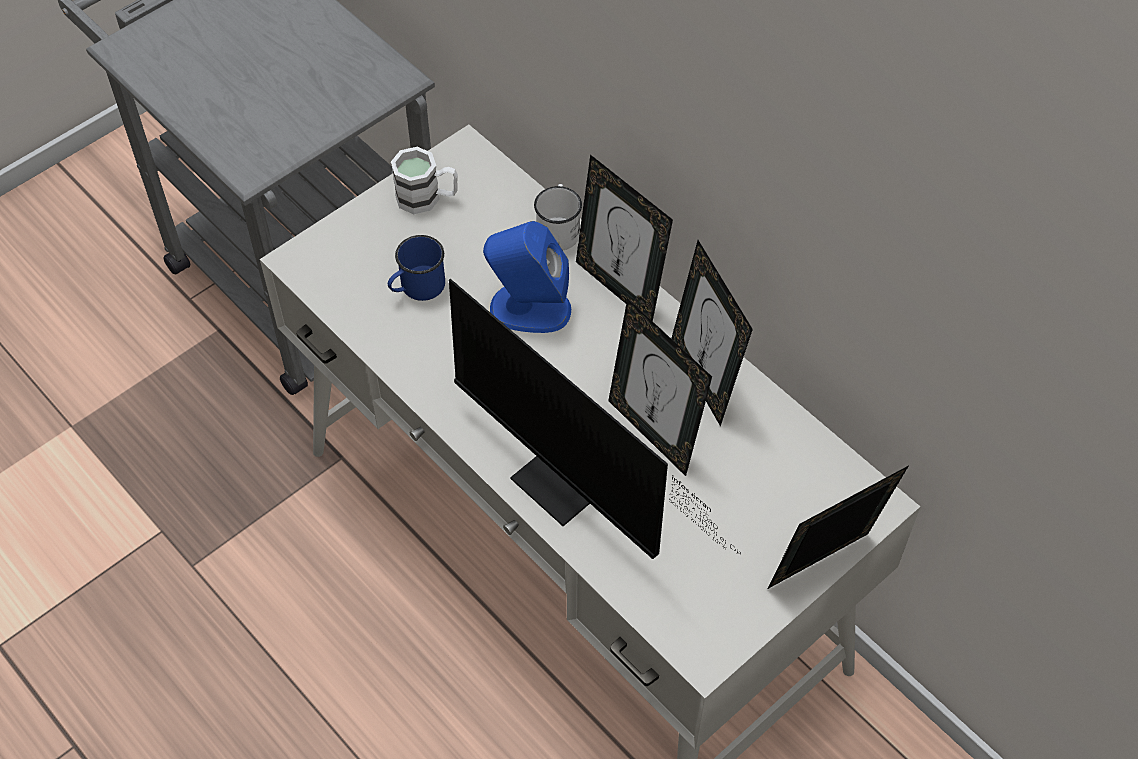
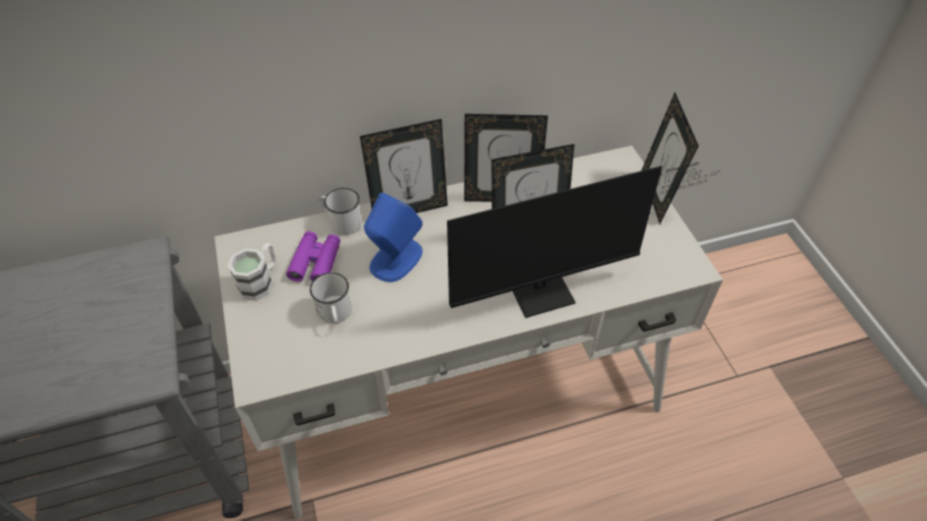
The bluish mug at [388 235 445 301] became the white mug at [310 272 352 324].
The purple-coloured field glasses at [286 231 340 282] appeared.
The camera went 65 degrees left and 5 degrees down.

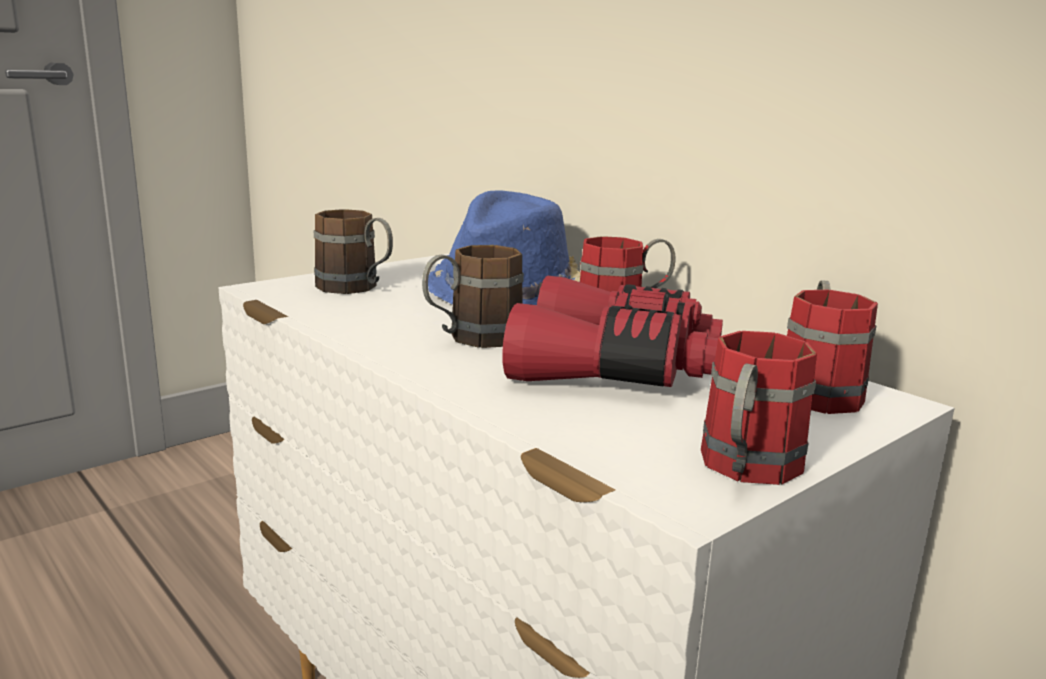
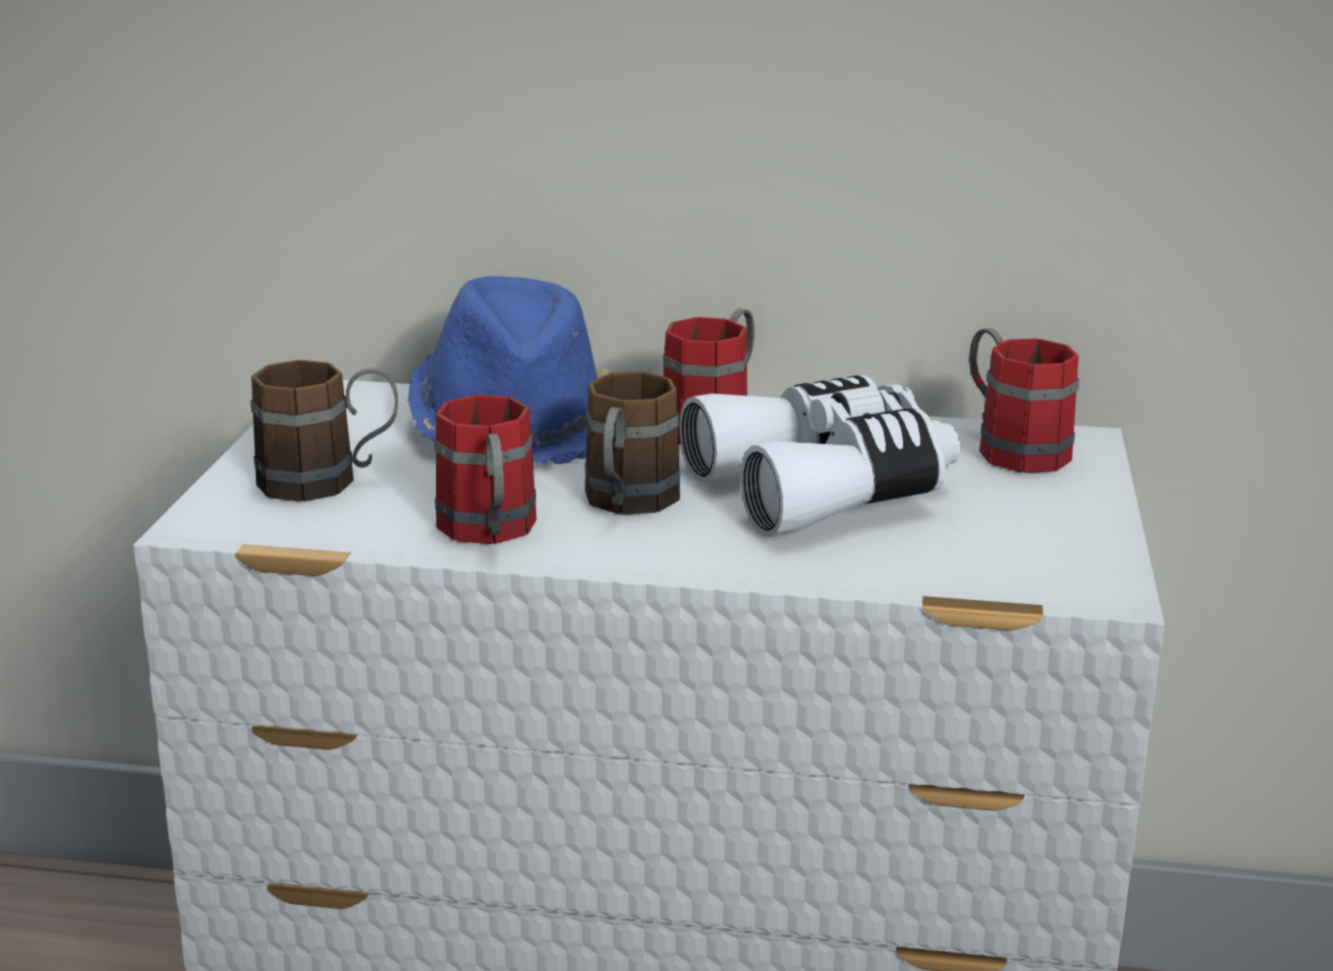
The red field glasses at [502 276 723 387] became the white field glasses at [679 375 960 537].
The red mug moved from [701 331 817 485] to [434 395 537 544].
The camera went 40 degrees left and 5 degrees up.

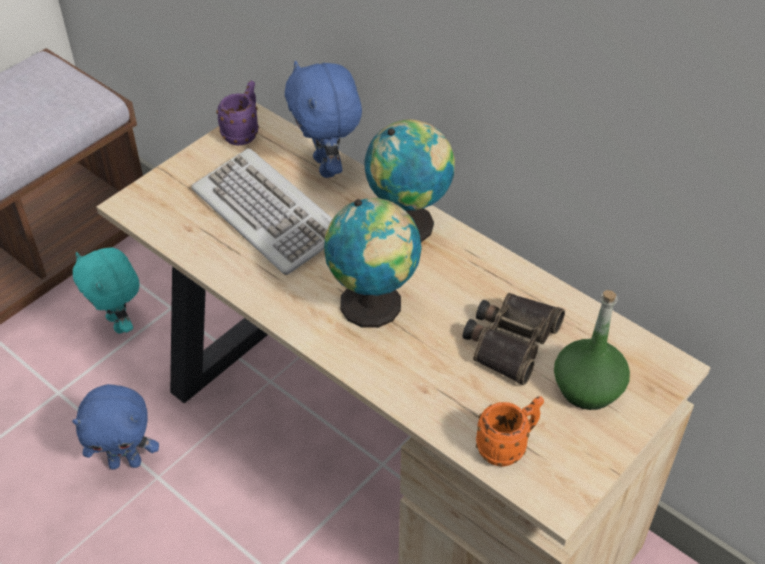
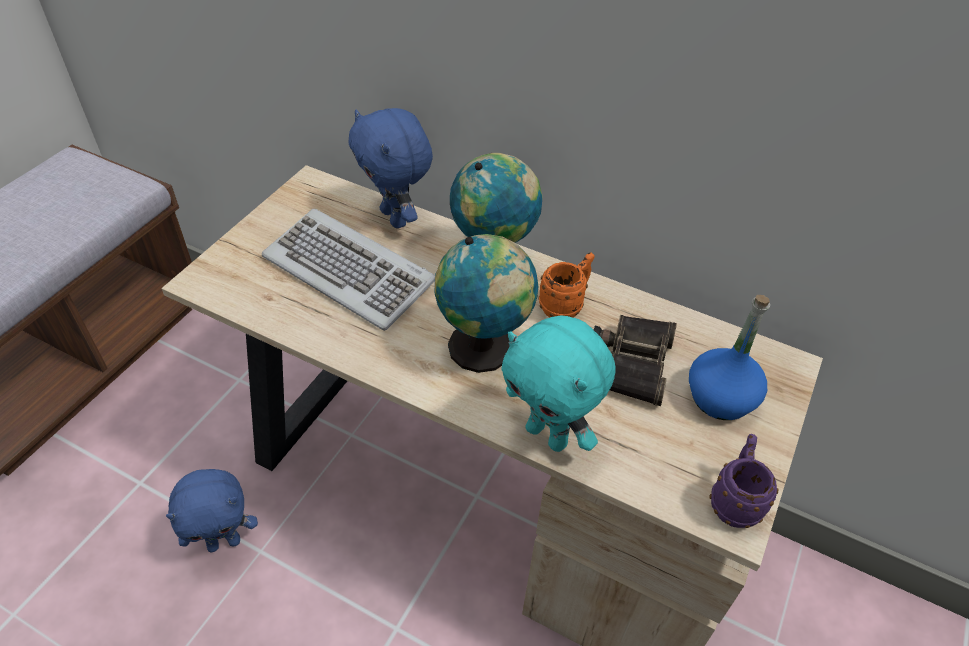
The turquoise-coloured soft toy moved from [73 248 139 334] to [501 316 616 452].
The purple-coloured mug moved from [216 81 259 146] to [709 434 778 528].
The orangey mug moved from [476 396 544 467] to [539 252 595 318].
The green drink bottle at [554 290 630 410] became the bluish drink bottle at [689 295 770 420].
The camera went 15 degrees left and 0 degrees up.

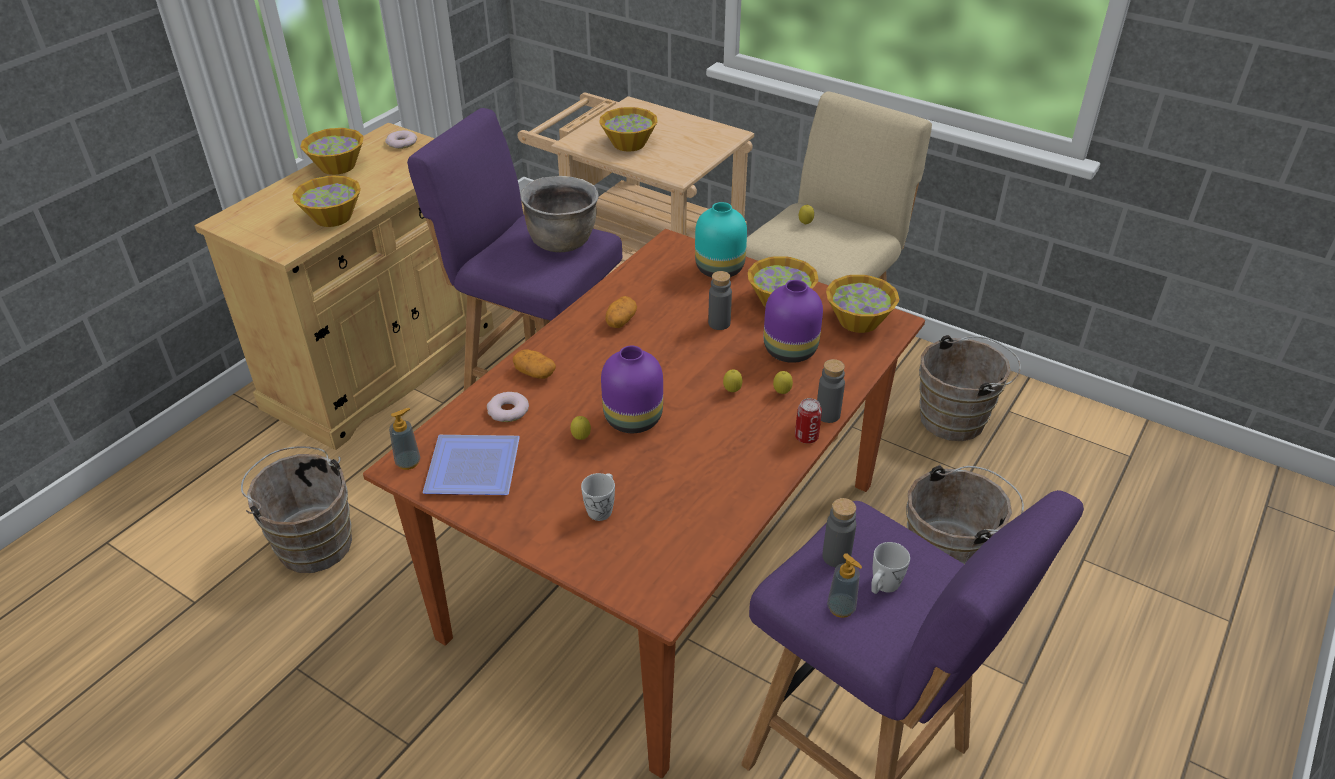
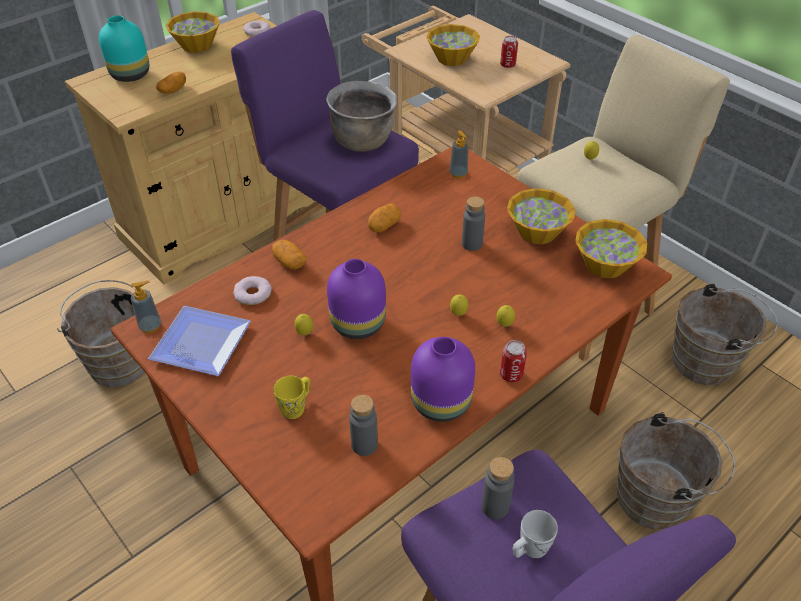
The deep dish at [292 175 361 227] was replaced by the spud at [156 71 186 94].
The white mug at [581 473 615 521] became the yellow mug at [273 376 310 419].
The turquoise-coloured decorative vase moved from [695 202 747 277] to [99 15 149 82].
The purple-coloured decorative vase moved from [764 280 823 363] to [411 337 475 422].
The greyish drink bottle moved from [817 359 845 423] to [349 395 378 456].
The soap dispenser moved from [827 553 862 618] to [449 130 468 178].
The metal can at [500 36 518 68] appeared.
The camera went 15 degrees right and 5 degrees up.

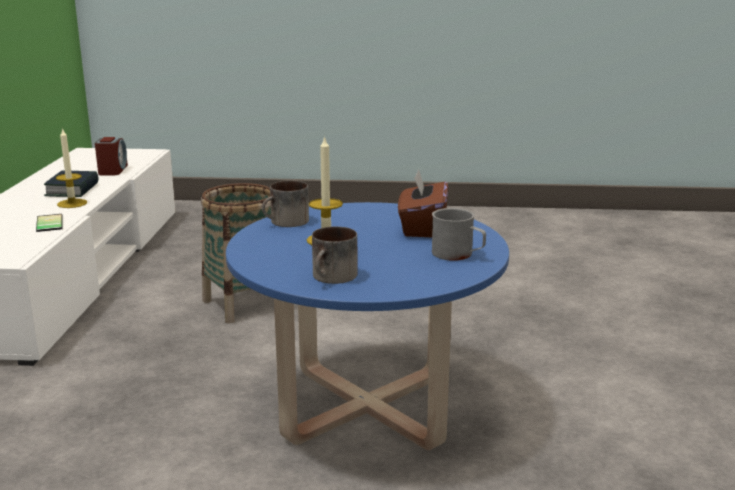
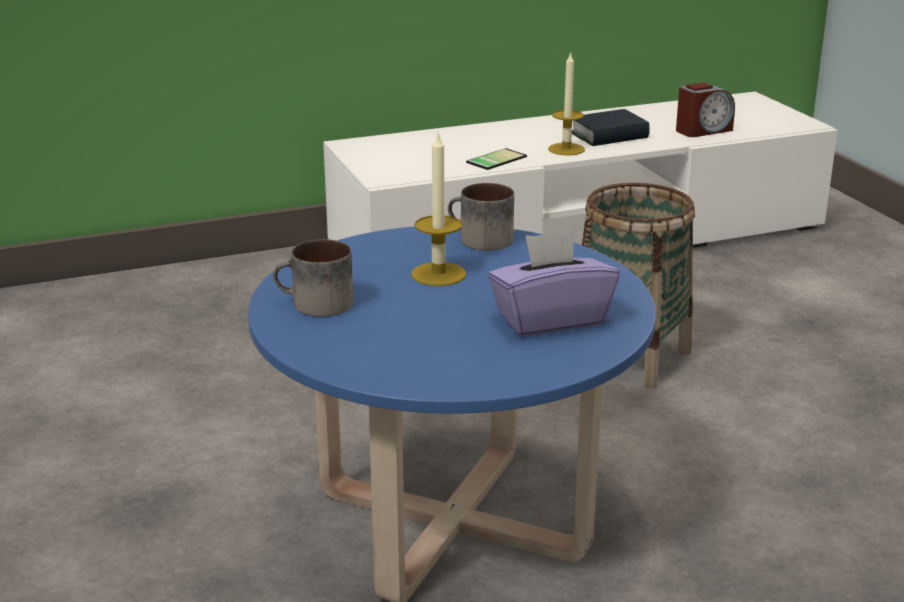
The brown-coloured tissue box at [398 169 449 237] became the purple-coloured tissue box at [488 230 620 336].
The greyish mug at [432 208 486 261] disappeared.
The camera went 65 degrees right and 5 degrees up.

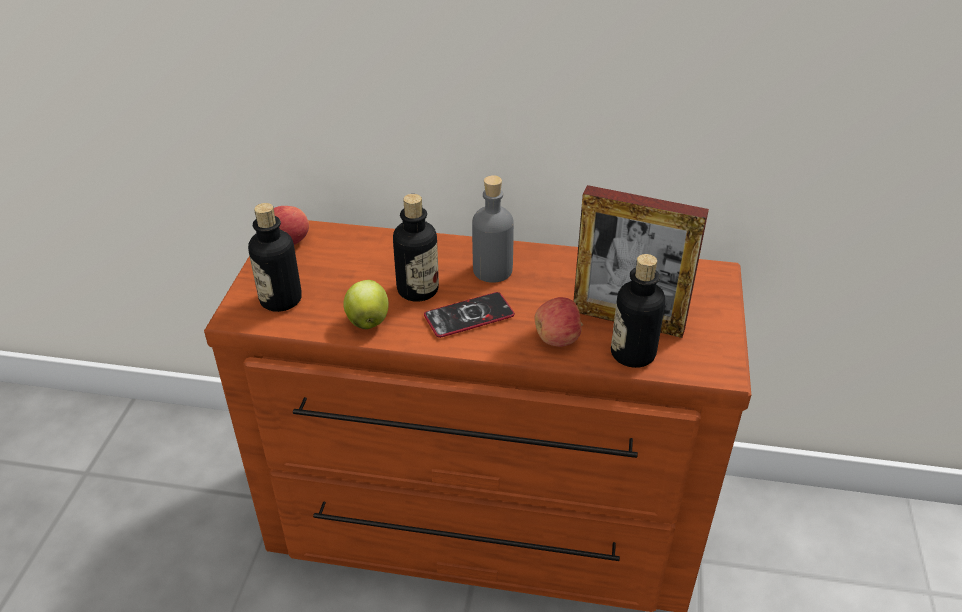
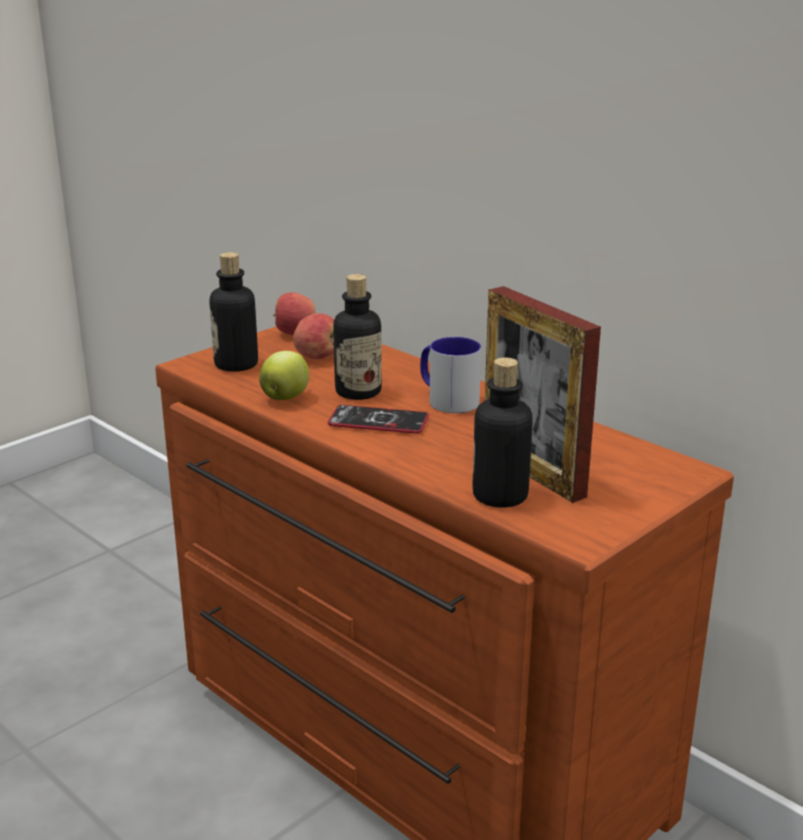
The greyish drink bottle at [472 175 514 283] was replaced by the mug at [420 337 481 413].
The whole apple moved from [534 297 583 347] to [293 313 334 359].
The camera went 35 degrees right and 15 degrees down.

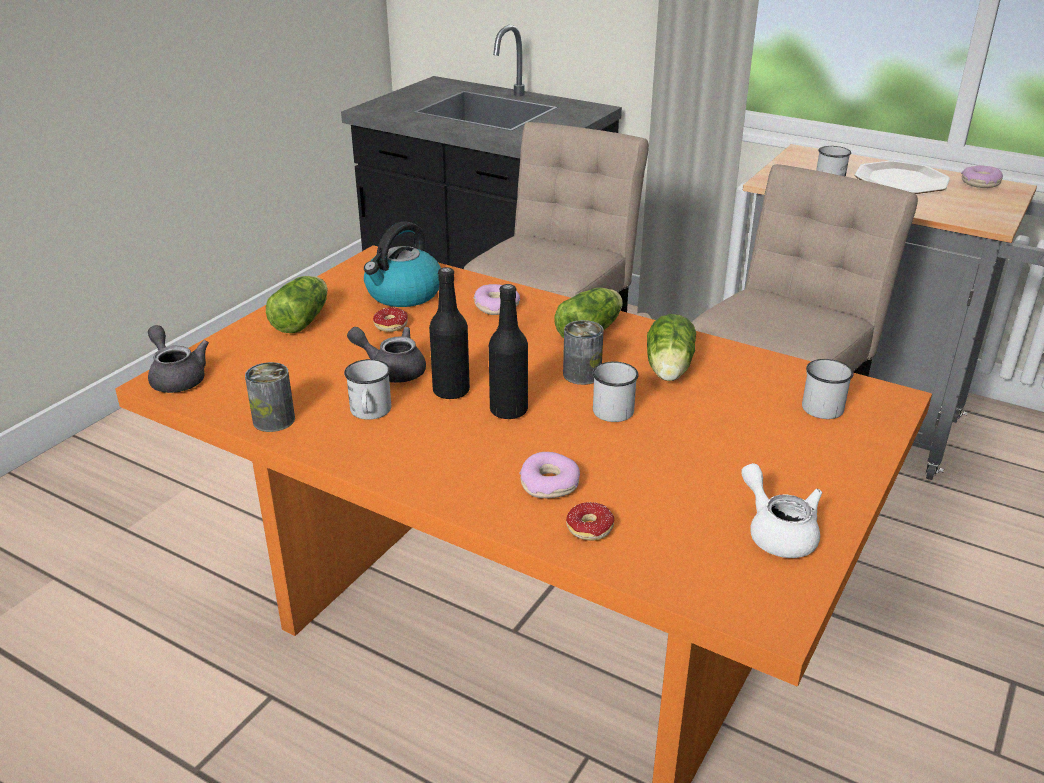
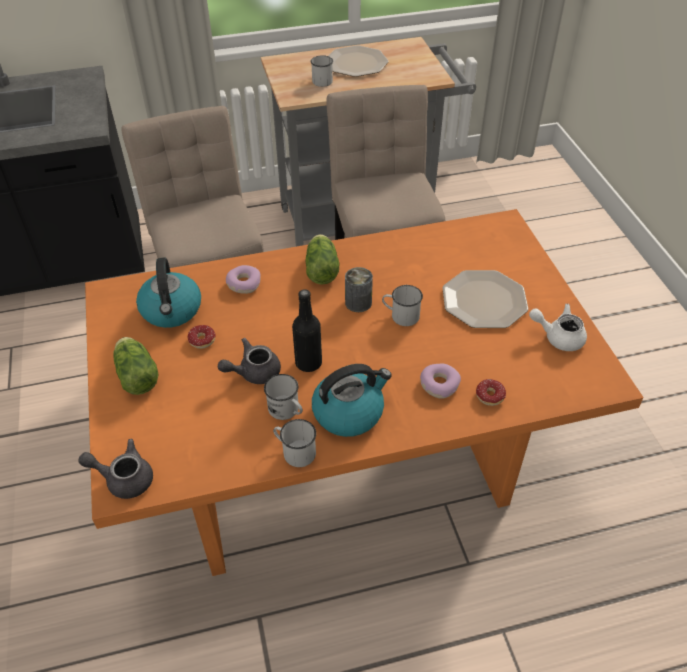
The metal can at [245 362 295 432] disappeared.
The black drink bottle at [489 284 528 419] disappeared.
The lettuce at [647 314 696 381] disappeared.
The white mug moved from [802 359 854 419] to [273 419 316 467].
The ring doughnut at [961 165 1003 188] disappeared.
The water kettle at [312 364 392 437] appeared.
The dinner plate at [442 270 529 328] appeared.
The camera went 45 degrees left and 15 degrees up.

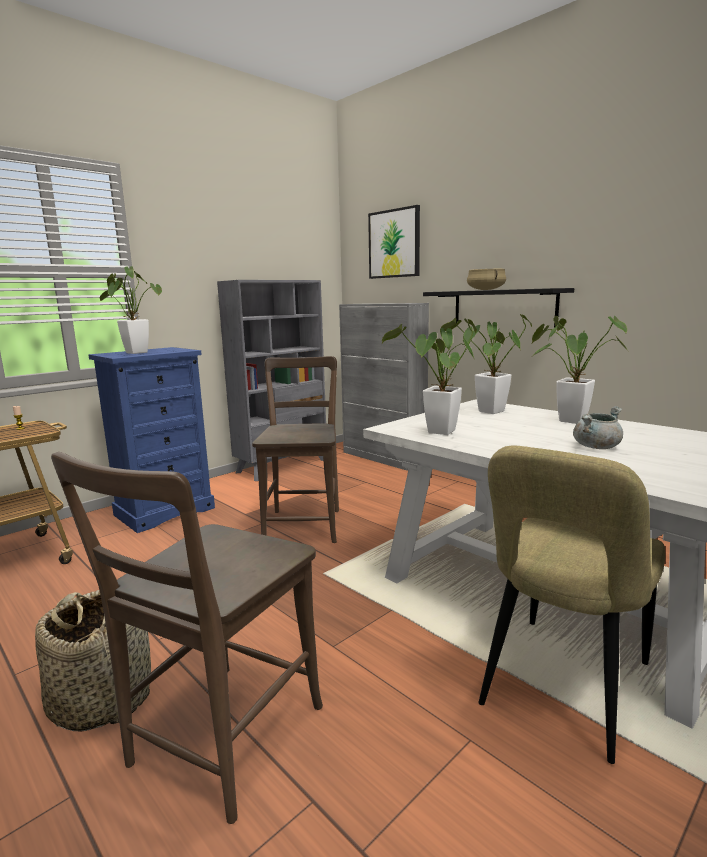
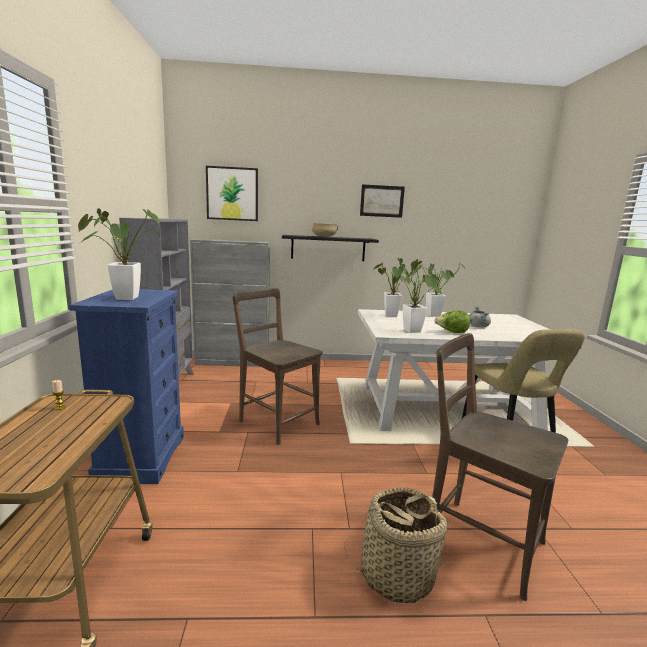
The brown-coloured plain chair at [51 452 323 824] turned 150 degrees clockwise.
The picture at [360 184 405 218] appeared.
The lettuce at [434 310 470 333] appeared.
The camera went 50 degrees left and 0 degrees up.

